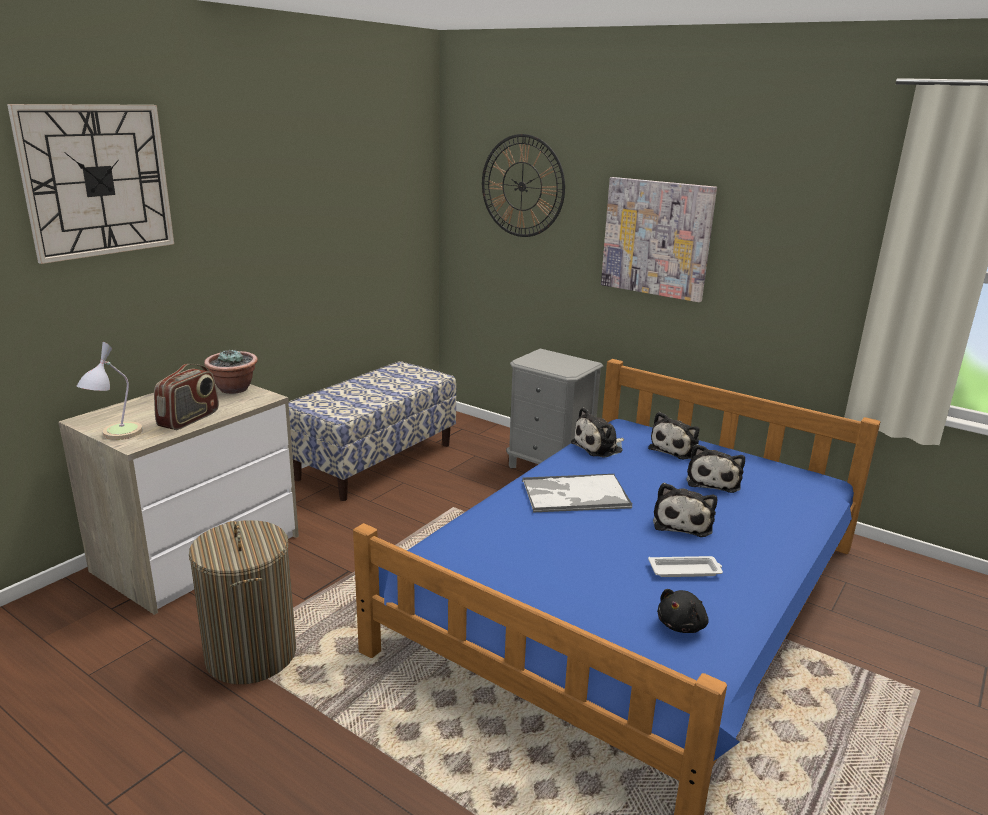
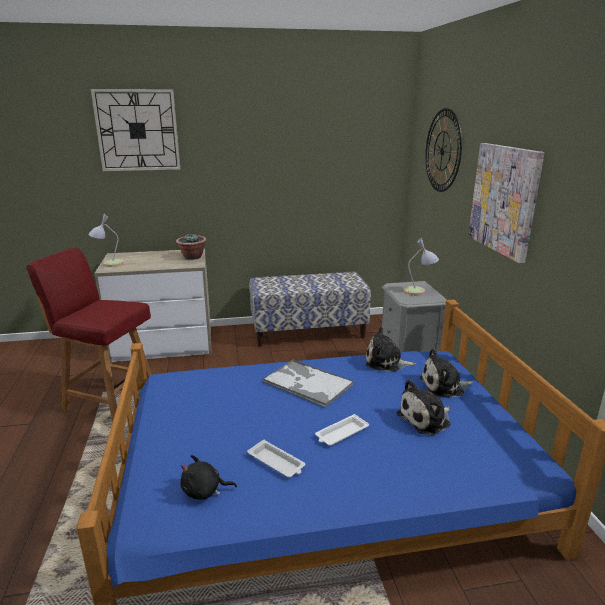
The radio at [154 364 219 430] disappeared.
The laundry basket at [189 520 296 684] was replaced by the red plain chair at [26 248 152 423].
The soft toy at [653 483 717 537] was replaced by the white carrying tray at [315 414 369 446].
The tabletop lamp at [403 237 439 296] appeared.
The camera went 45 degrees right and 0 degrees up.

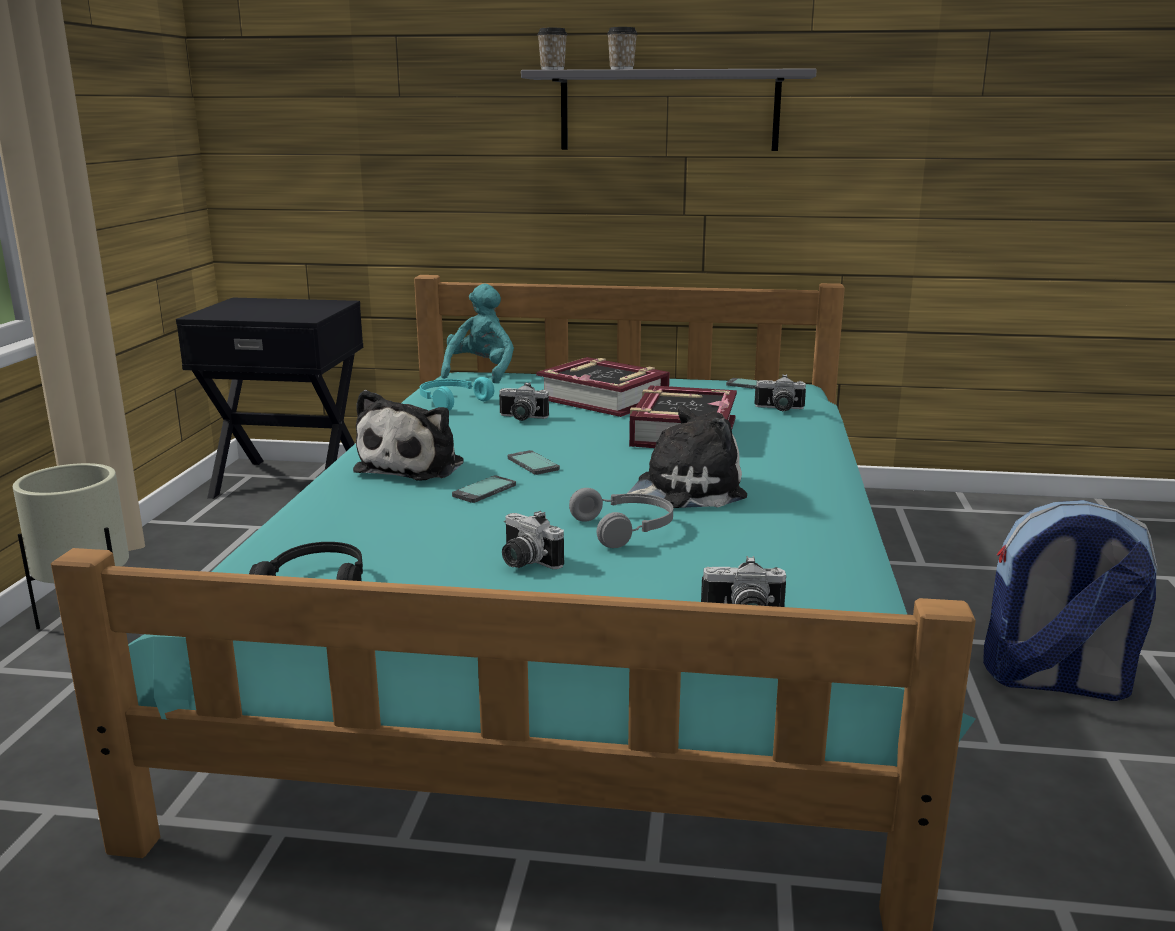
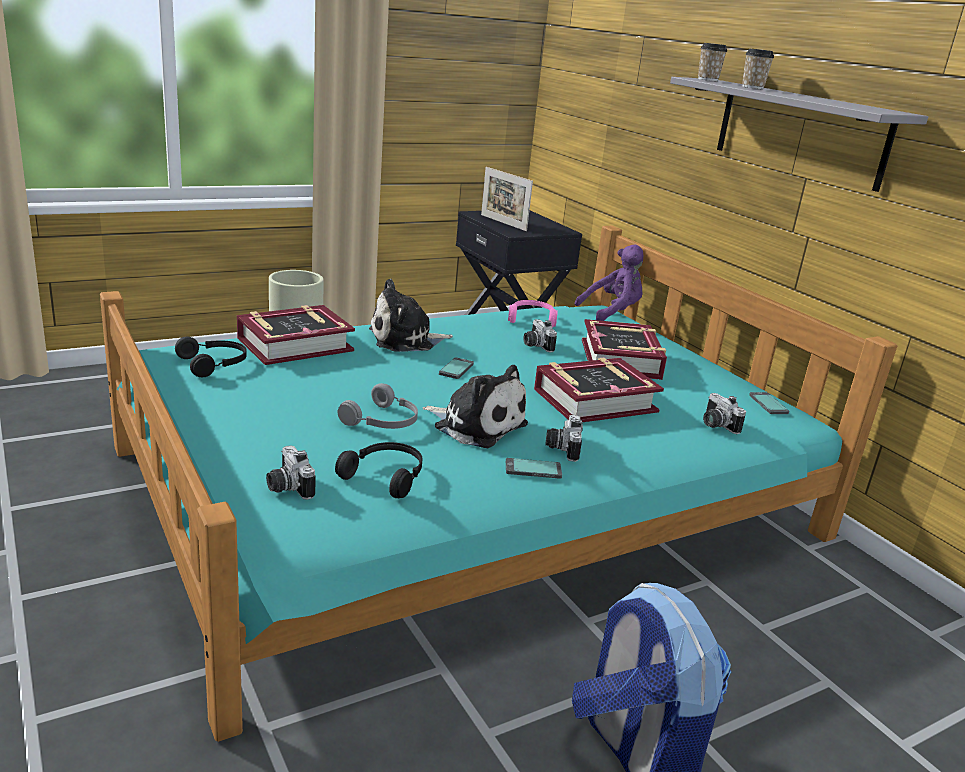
The turquoise-coloured headphones at [420 377 494 411] became the pinkish headphones at [508 300 558 327].
The turquoise-coloured soft toy at [441 284 514 383] became the purple-coloured soft toy at [575 244 643 321].
The telephone moved from [452 475 516 503] to [506 458 562 479].
The photo camera moved from [502 511 564 569] to [546 415 583 462].
The volume at [237 305 355 365] appeared.
The black headphones at [335 442 422 498] appeared.
The photo frame at [481 167 533 231] appeared.
The camera went 50 degrees right and 5 degrees up.

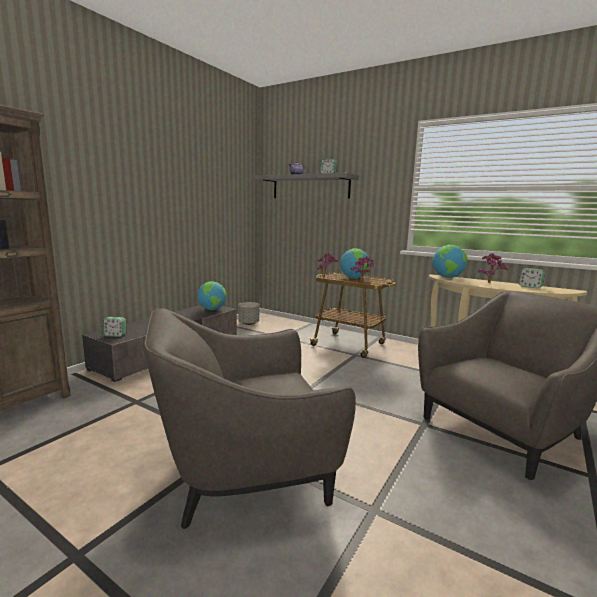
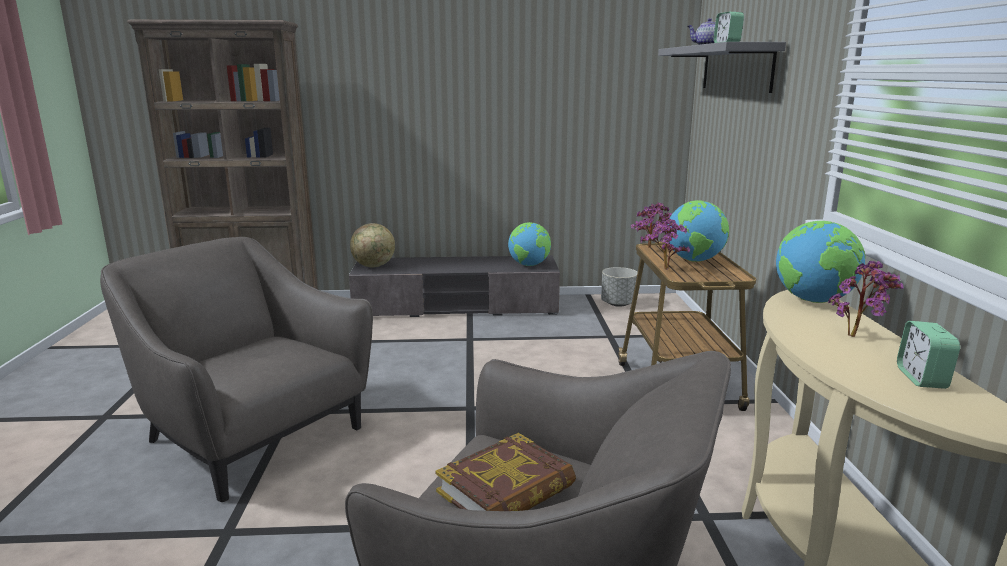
The table clock at [102 317 126 337] was replaced by the globe at [350 223 395 267].
The volume at [436 433 576 511] appeared.
The camera went 55 degrees right and 5 degrees up.

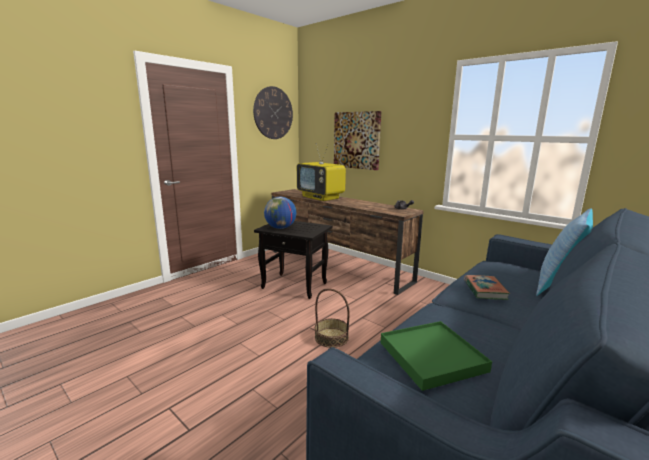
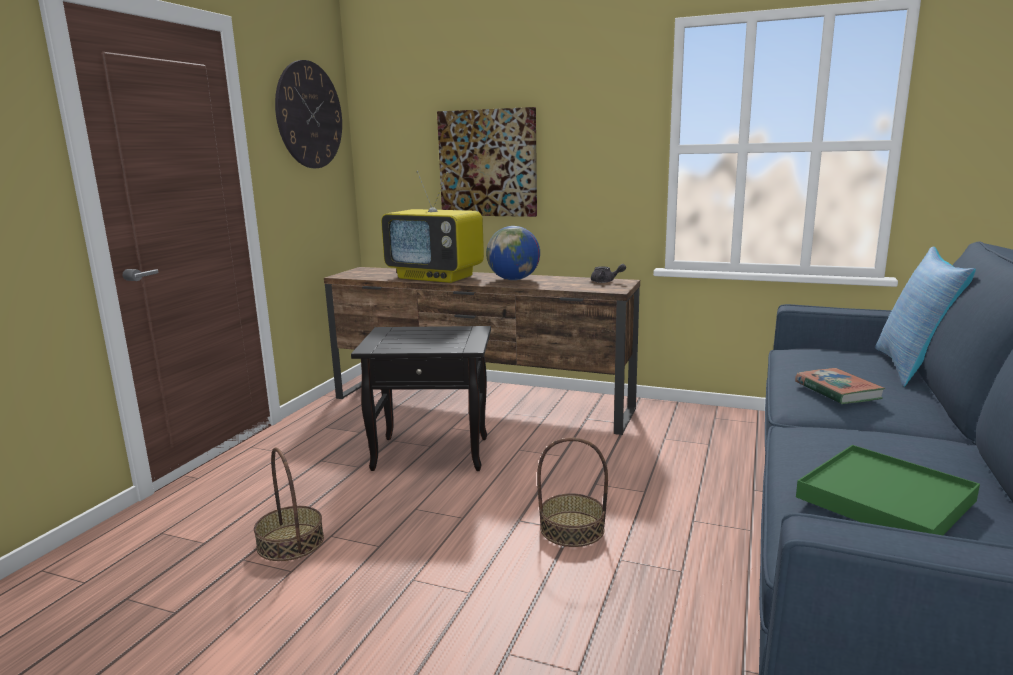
The globe moved from [264 197 296 229] to [486 226 540 280].
The household basket at [254 447 324 561] appeared.
The camera went 20 degrees left and 0 degrees up.

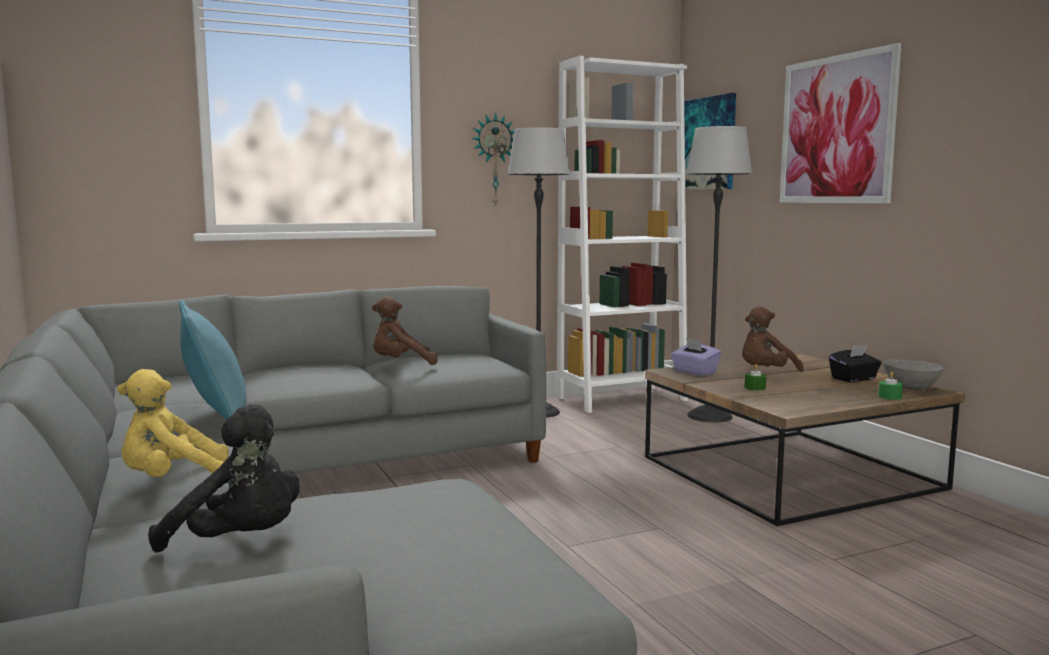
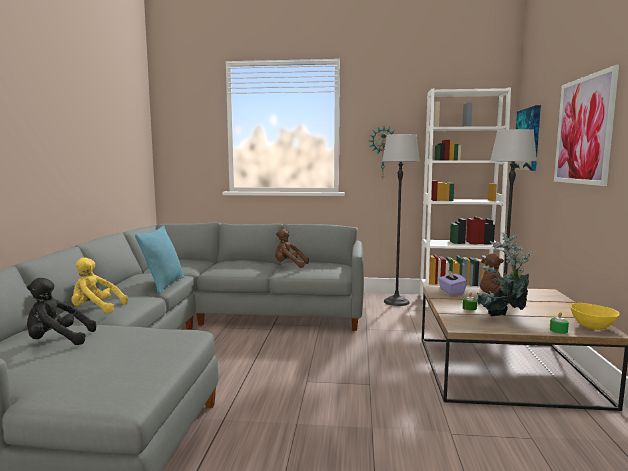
The black soft toy at [148 404 300 553] turned 120 degrees clockwise.
The black tissue box at [829 345 882 382] disappeared.
The greyish deep dish at [883 359 944 390] became the yellow deep dish at [570 303 619 330].
The plant in a pot at [477 232 532 316] appeared.
The camera went 30 degrees right and 0 degrees up.

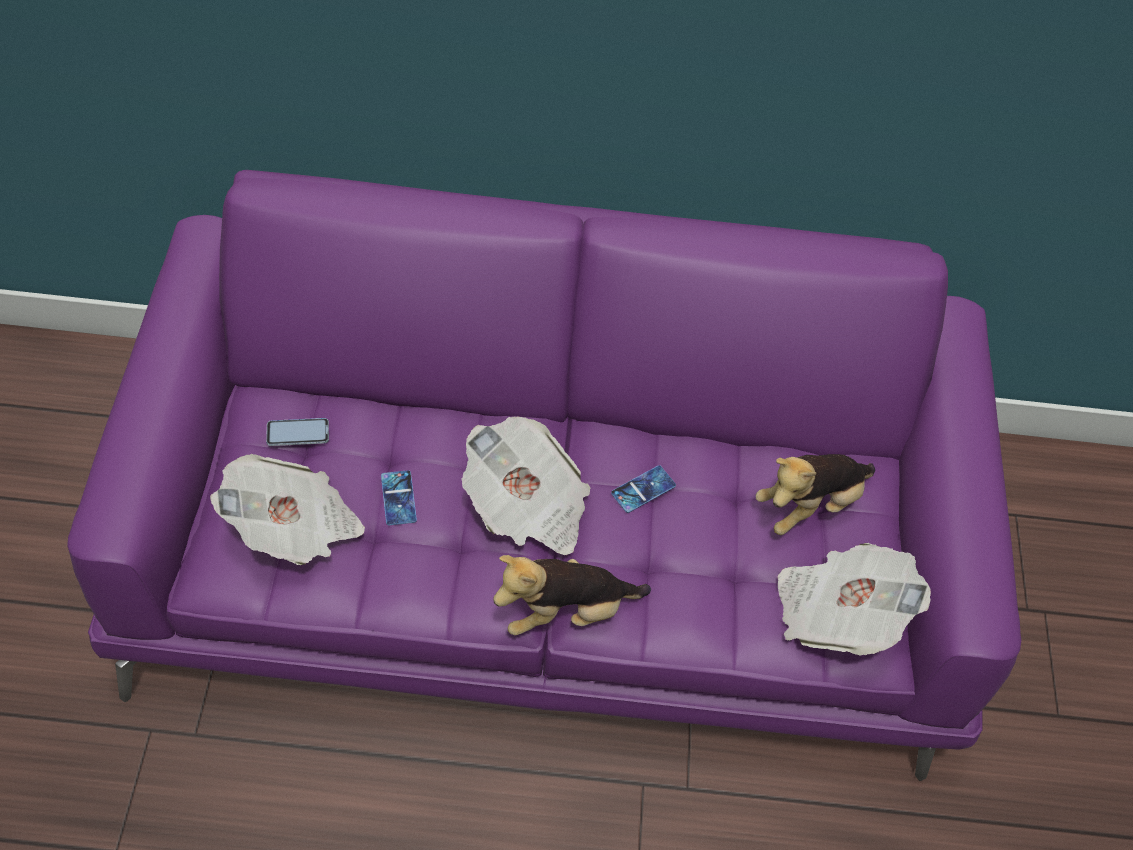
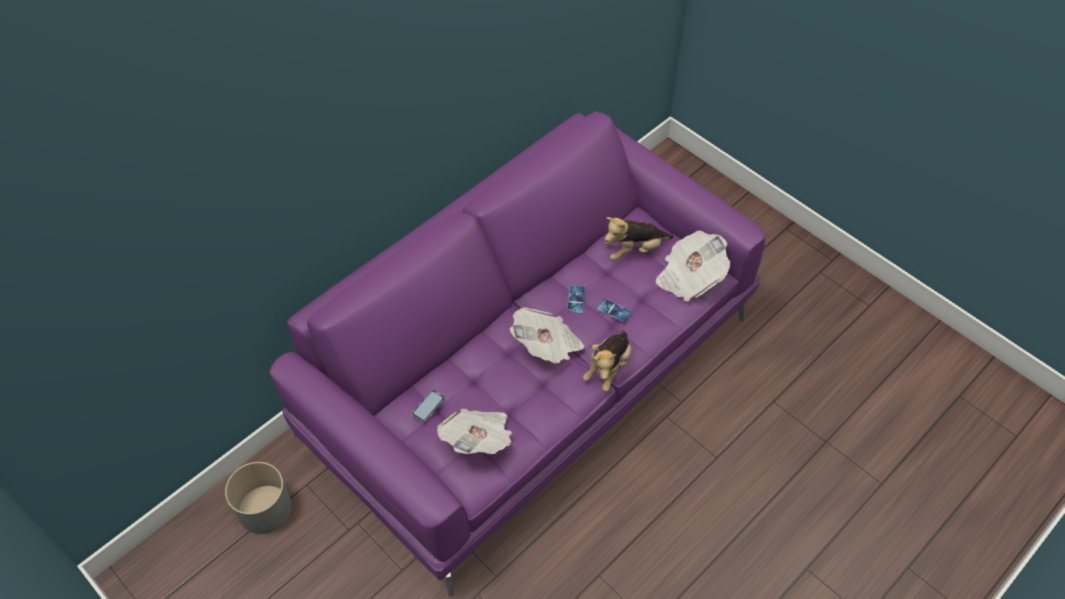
The telephone moved from [381 470 417 525] to [597 299 632 322].
The soft toy at [756 454 875 535] turned 60 degrees clockwise.
The greyish plant pot at [225 462 292 534] appeared.
The camera went 45 degrees left and 0 degrees up.

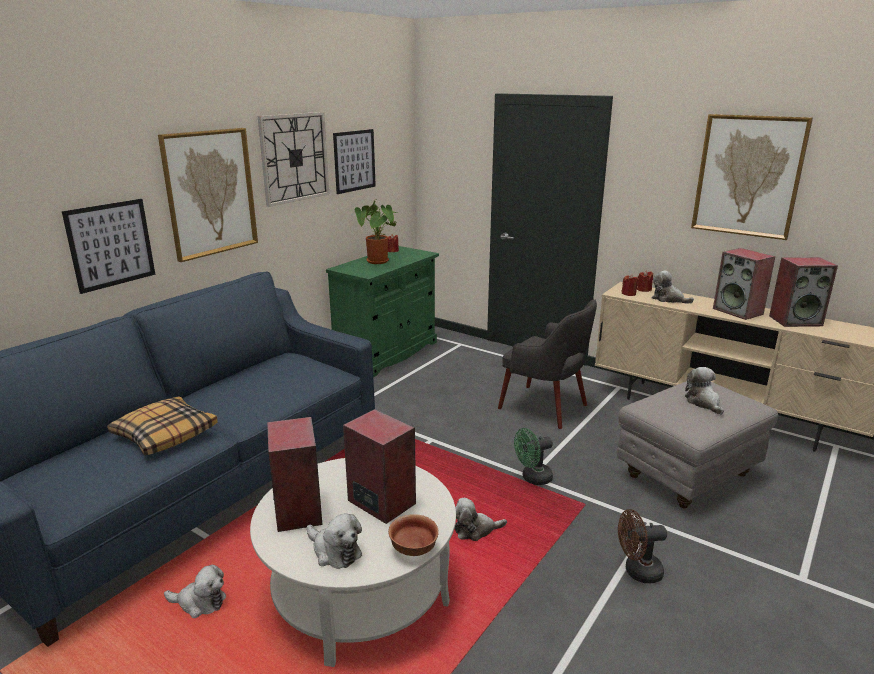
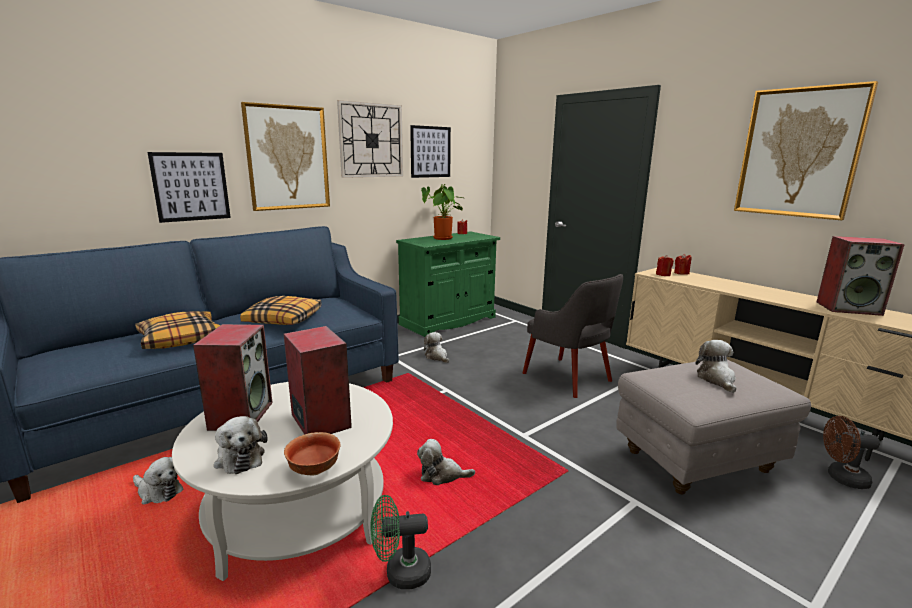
The green fan moved from [514 428 553 485] to [370 495 431 589].
The brown-coloured fan moved from [618 509 667 583] to [823 416 880 489].
The soft toy moved from [652 270 694 304] to [424 332 449 363].
The loudspeaker at [713 248 775 320] disappeared.
The throw pillow at [240 296 322 325] appeared.
The camera went 15 degrees right and 5 degrees down.

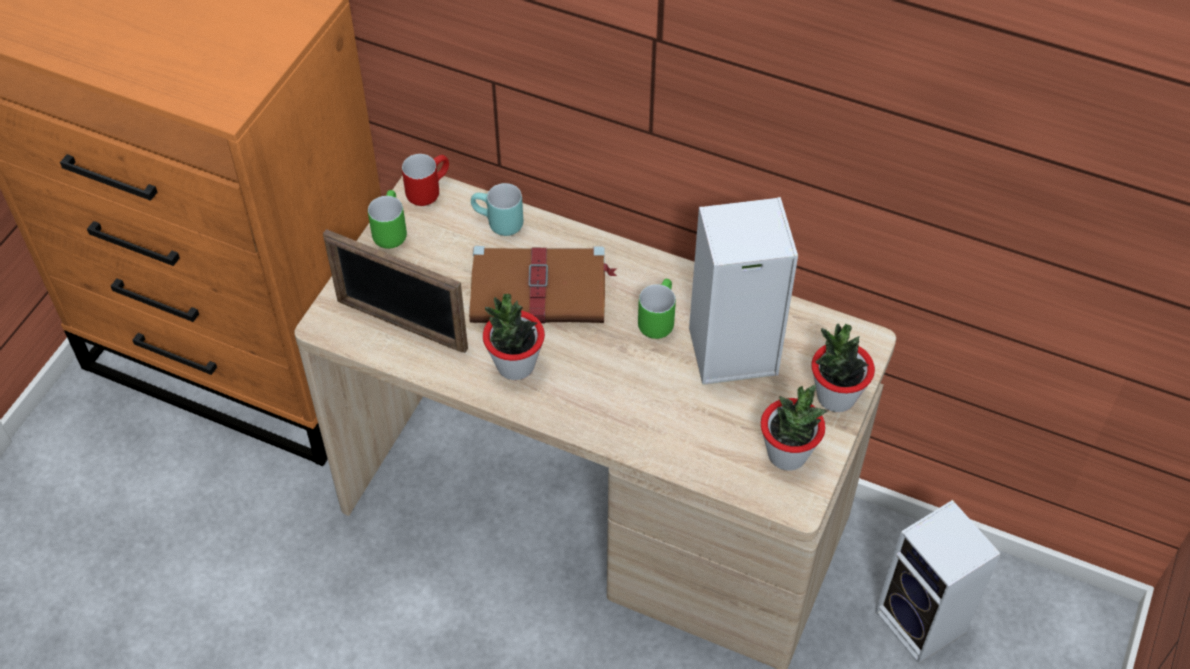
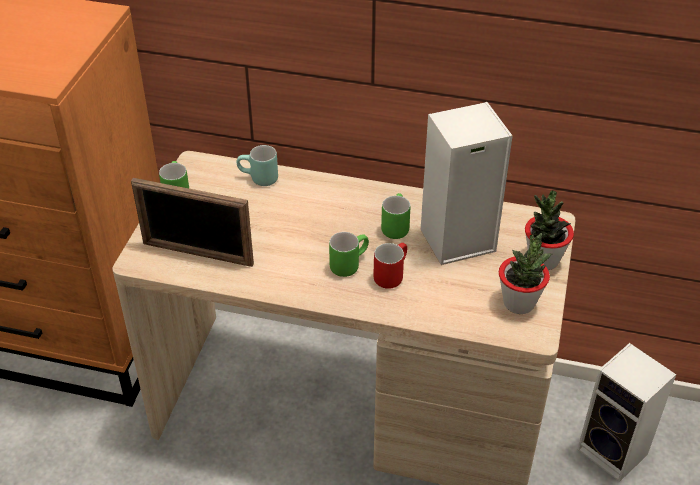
The red mug moved from [402 154 449 206] to [373 243 407 289].
The brown-coloured volume at [469 246 617 324] disappeared.
The plant in a pot at [483 294 545 380] disappeared.
The green mug at [329 232 369 277] appeared.
The camera went 10 degrees left and 10 degrees down.

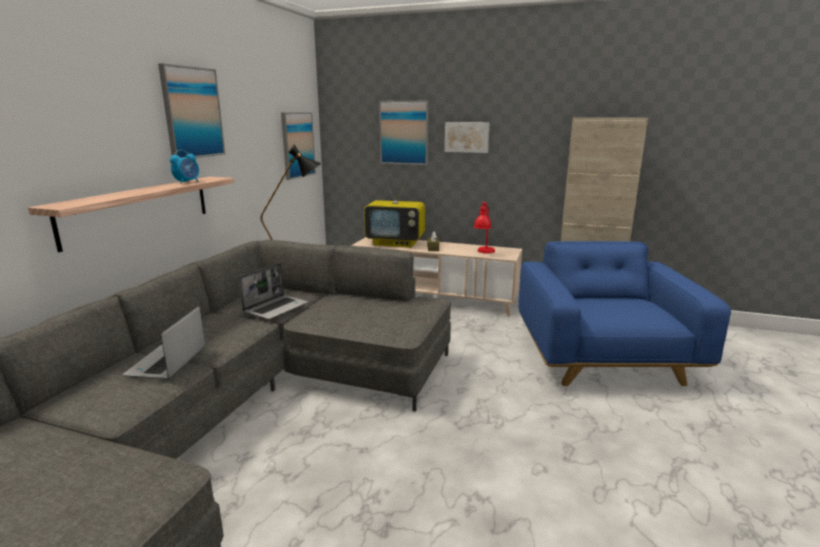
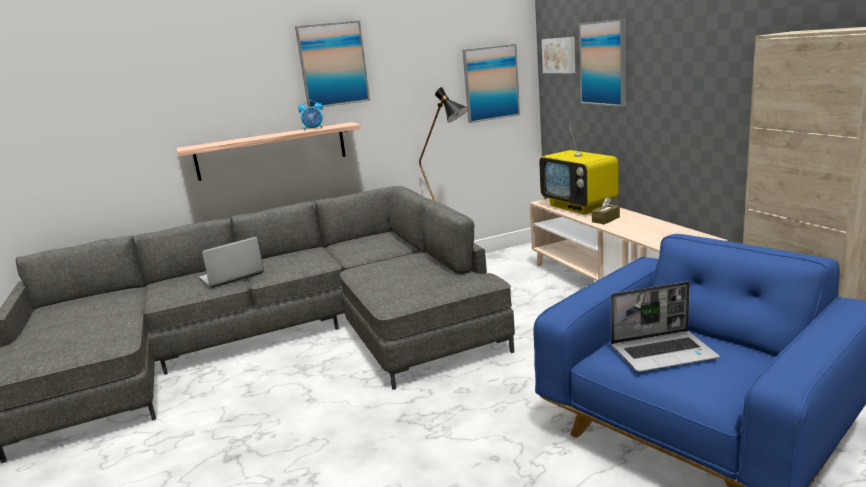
The portable computer moved from [239 263 308 320] to [611 281 720 372].
The picture moved from [445 122 490 153] to [542 37 575 73].
The red tabletop lamp at [474 202 495 254] disappeared.
The camera went 50 degrees right and 0 degrees up.

